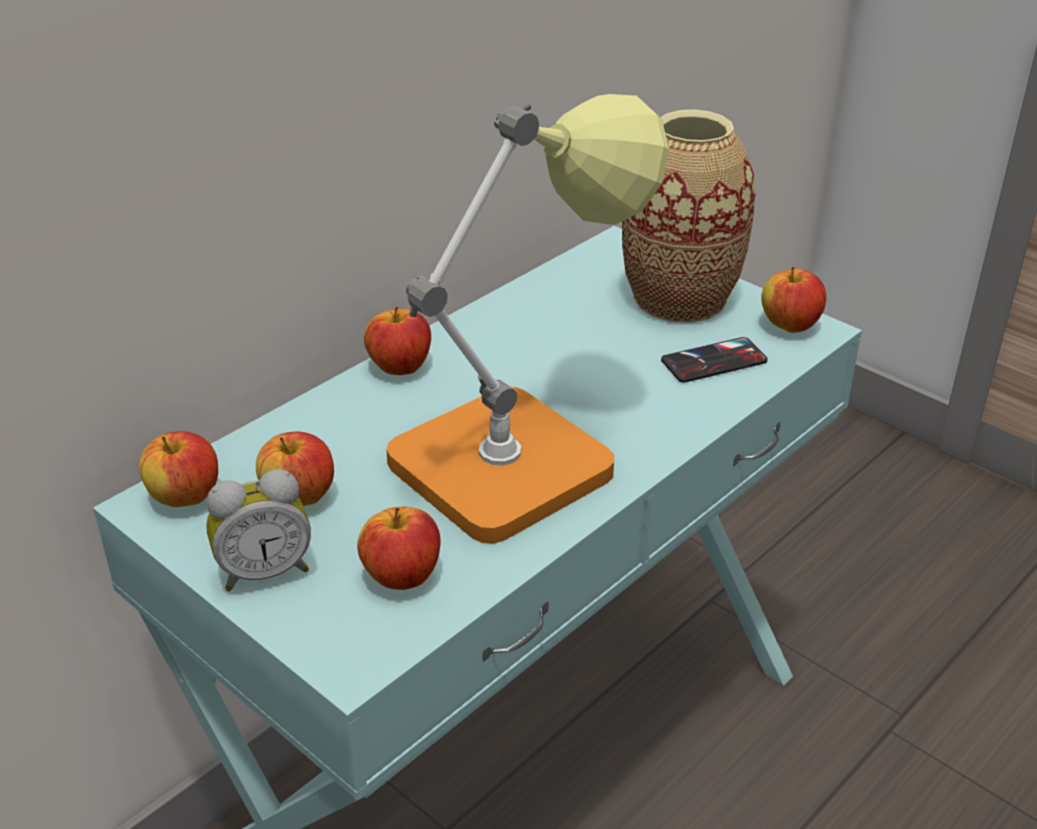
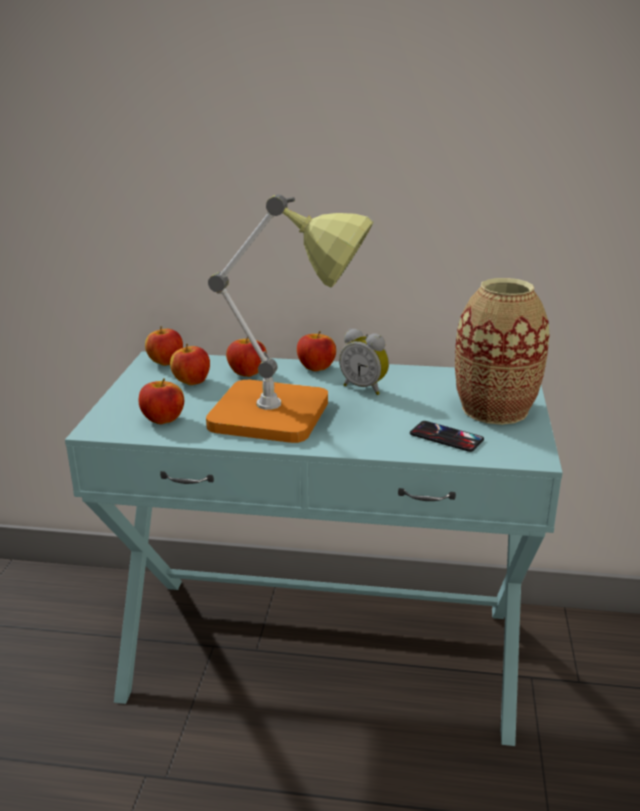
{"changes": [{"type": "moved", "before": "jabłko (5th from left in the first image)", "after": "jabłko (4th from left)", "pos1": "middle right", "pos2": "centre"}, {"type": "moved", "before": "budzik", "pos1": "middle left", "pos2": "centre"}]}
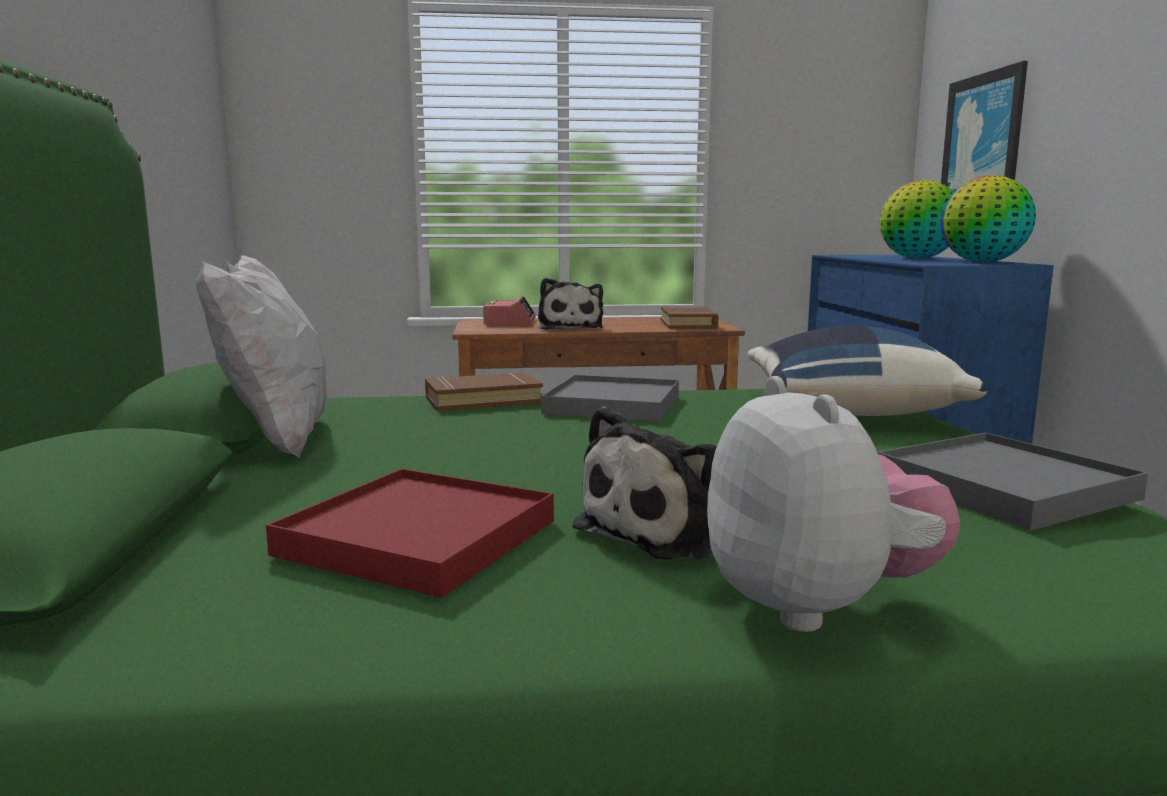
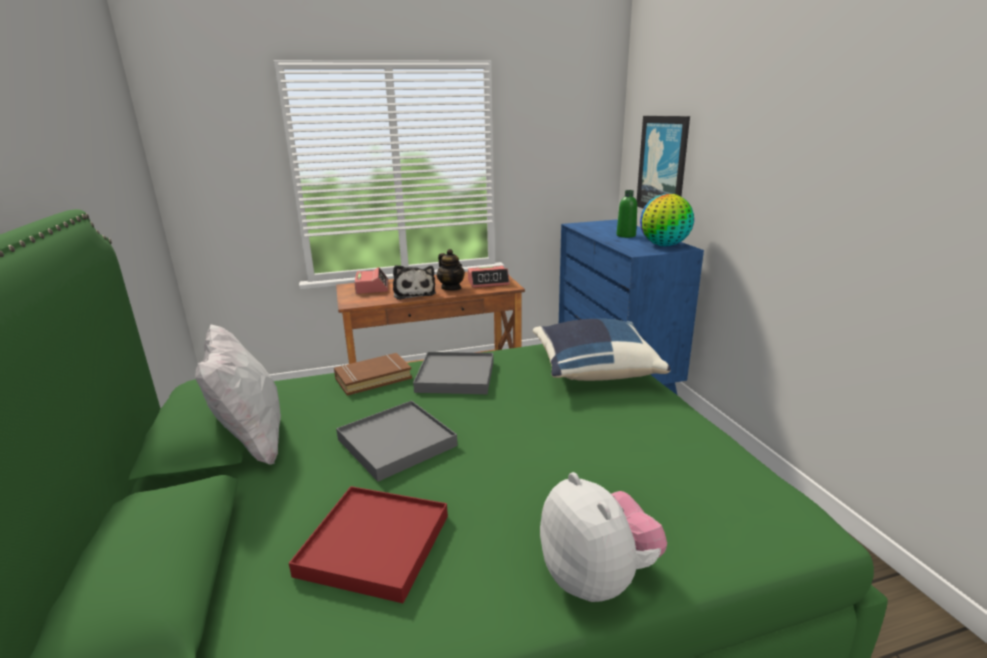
{"changes": [{"type": "replaced", "before": "globus (1st from left)", "after": "butelka [zielony]", "pos1": "top right", "pos2": "top centre"}, {"type": "replaced", "before": "książka [brązowy] (2nd from left)", "after": "budzik (2nd from left)", "pos1": "centre", "pos2": "centre"}, {"type": "removed", "before": "pluszak (2nd from left)", "pos1": "centre"}, {"type": "moved", "before": "taca [szary] (2nd from left in the first image)", "after": "taca [szary] (1st from left)", "pos1": "middle right", "pos2": "bottom centre"}, {"type": "added", "after": "imbryk", "pos2": "centre"}]}
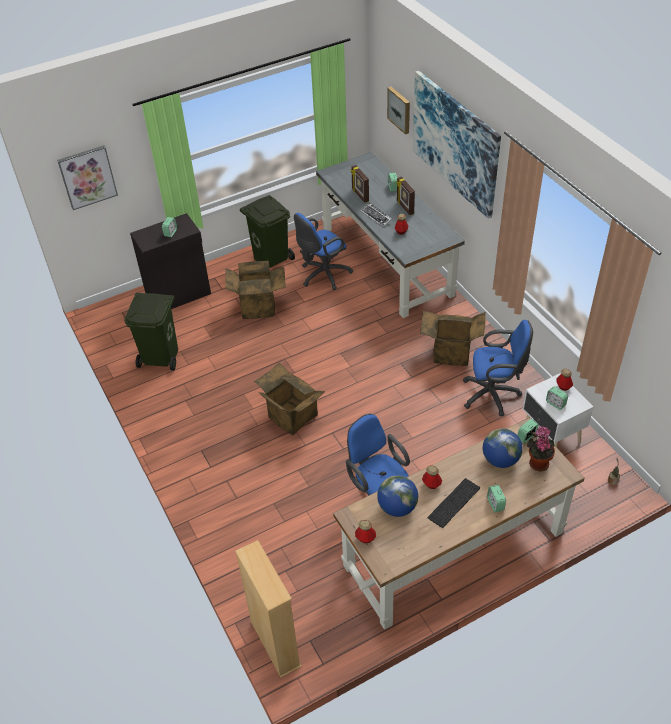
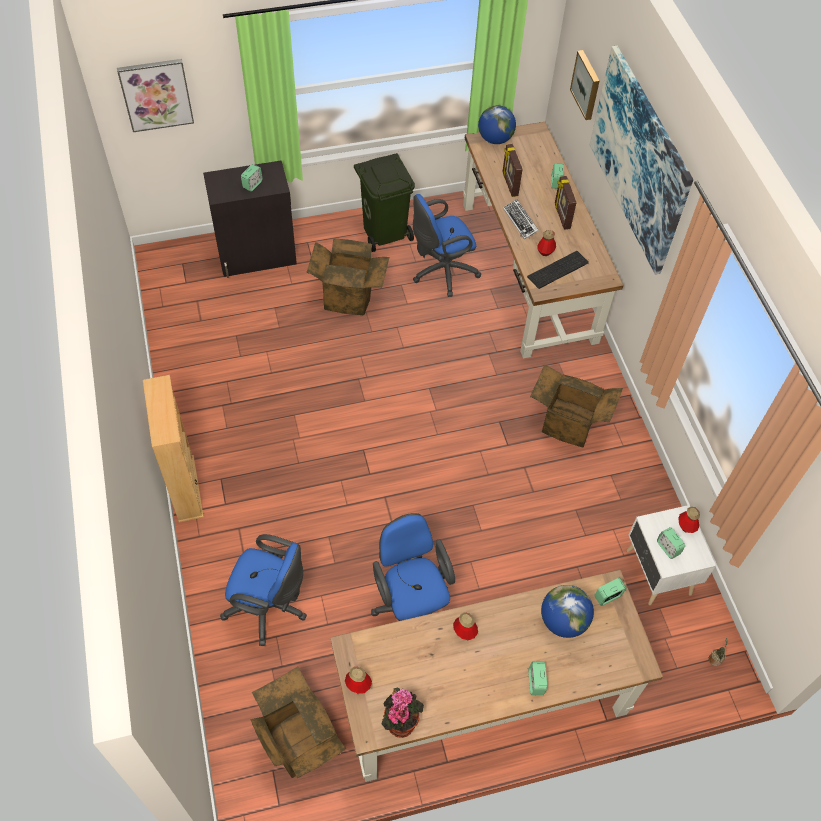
{"changes": [{"type": "recoloured", "before": "biurko [szary]", "after": "biurko [brązowy] (2nd from left)", "pos1": "top centre", "pos2": "top centre"}, {"type": "removed", "before": "kosz na śmieci [zielony] (1st from left)", "pos1": "middle left"}, {"type": "moved", "before": "krzesło biurowe [niebieski] (3rd from left in the first image)", "after": "krzesło biurowe [niebieski] (1st from left)", "pos1": "middle right", "pos2": "bottom left"}, {"type": "moved", "before": "karton (2nd from left in the first image)", "after": "karton (1st from left)", "pos1": "centre", "pos2": "bottom centre"}, {"type": "moved", "before": "roślina doniczkowa (1st from left)", "pos1": "middle right", "pos2": "bottom centre"}, {"type": "moved", "before": "globus (1st from left)", "pos1": "bottom centre", "pos2": "top centre"}, {"type": "moved", "before": "klawiatura (2nd from left)", "pos1": "bottom right", "pos2": "top right"}, {"type": "moved", "before": "regał [beżowy]", "pos1": "bottom centre", "pos2": "middle left"}]}
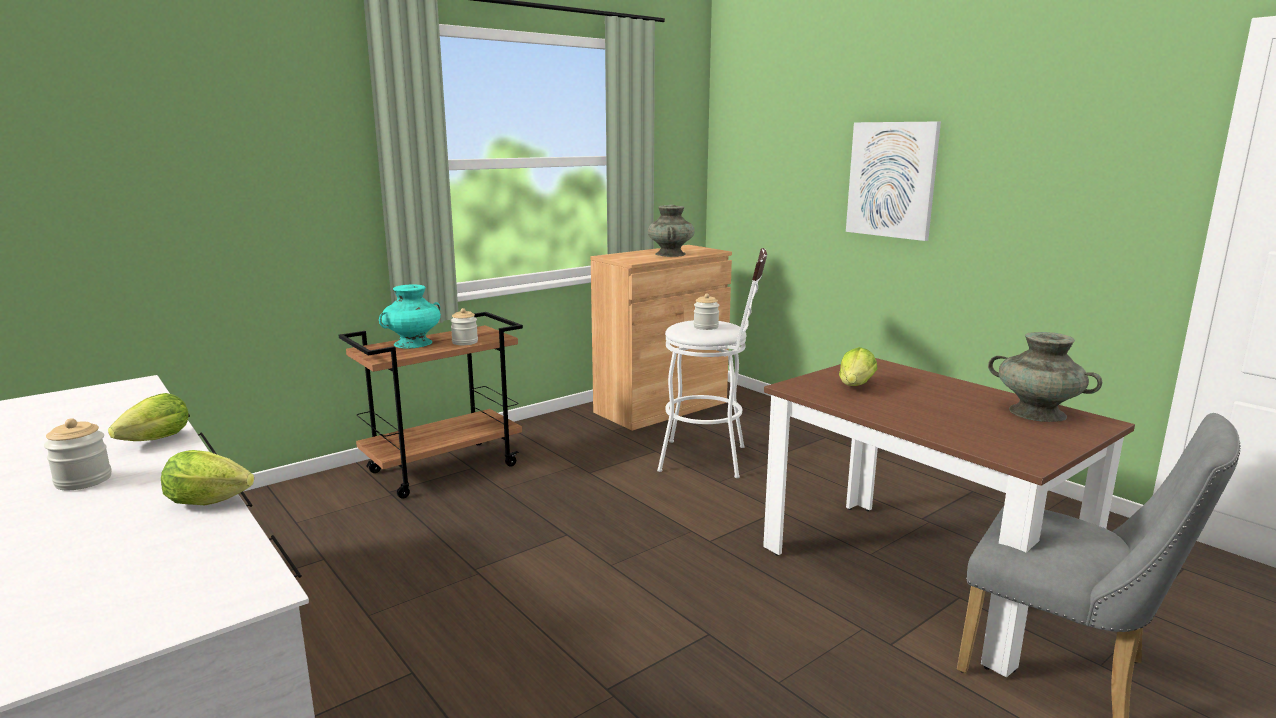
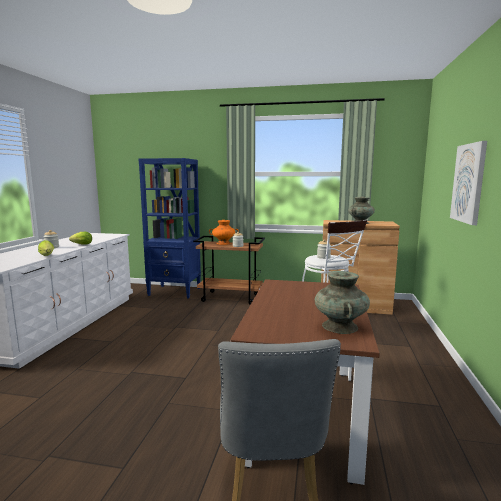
{"changes": [{"type": "recoloured", "before": "wazon [turkusowy] (1st from left)", "after": "wazon [pomarańczowy]", "pos1": "middle left", "pos2": "centre"}, {"type": "removed", "before": "sałata (3rd from left)", "pos1": "middle right"}, {"type": "added", "after": "regał [niebieski]", "pos2": "centre"}]}
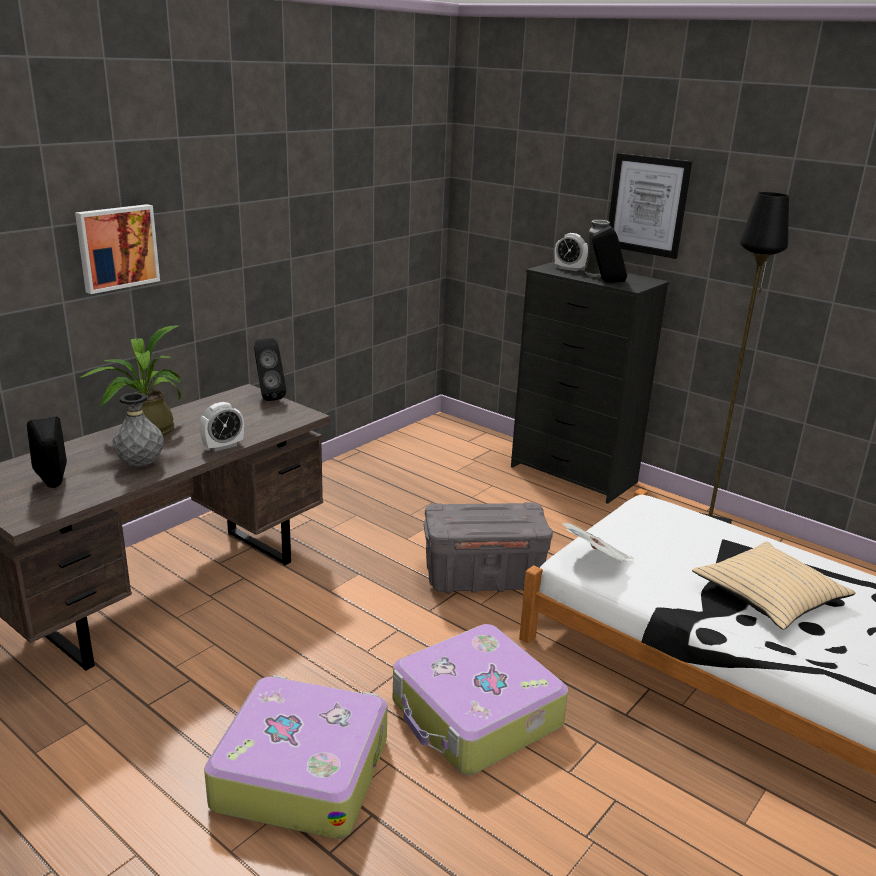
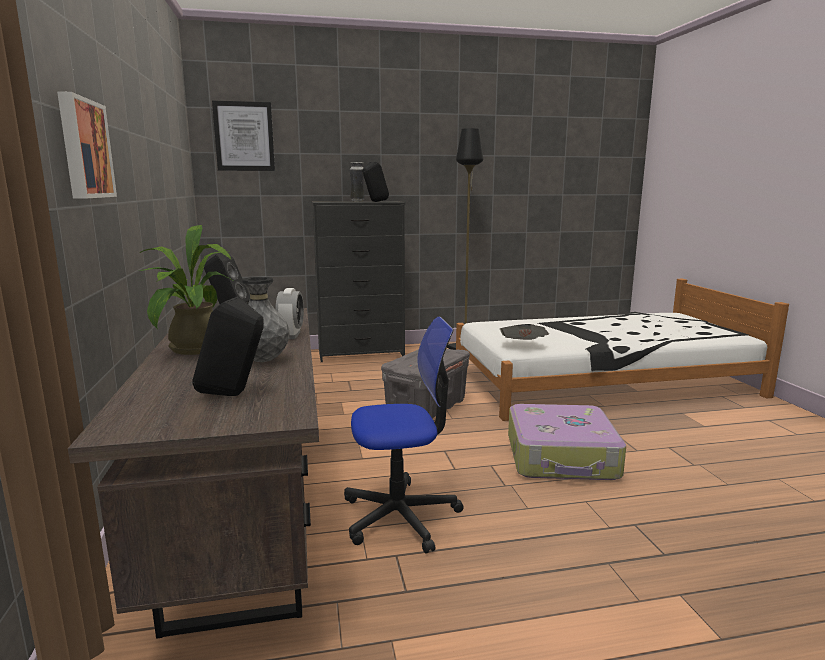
{"changes": [{"type": "moved", "before": "obraz (2nd from left)", "pos1": "top right", "pos2": "top left"}, {"type": "removed", "before": "budzik (2nd from left)", "pos1": "top centre"}, {"type": "removed", "before": "poduszka [beżowy]", "pos1": "bottom right"}, {"type": "removed", "before": "walizka (1st from left)", "pos1": "bottom centre"}, {"type": "added", "after": "krzesło biurowe", "pos2": "centre"}]}
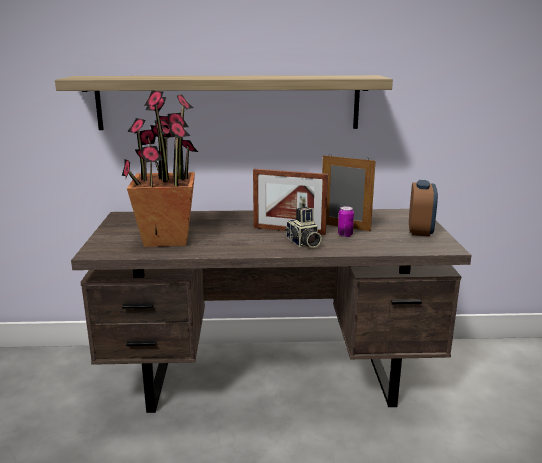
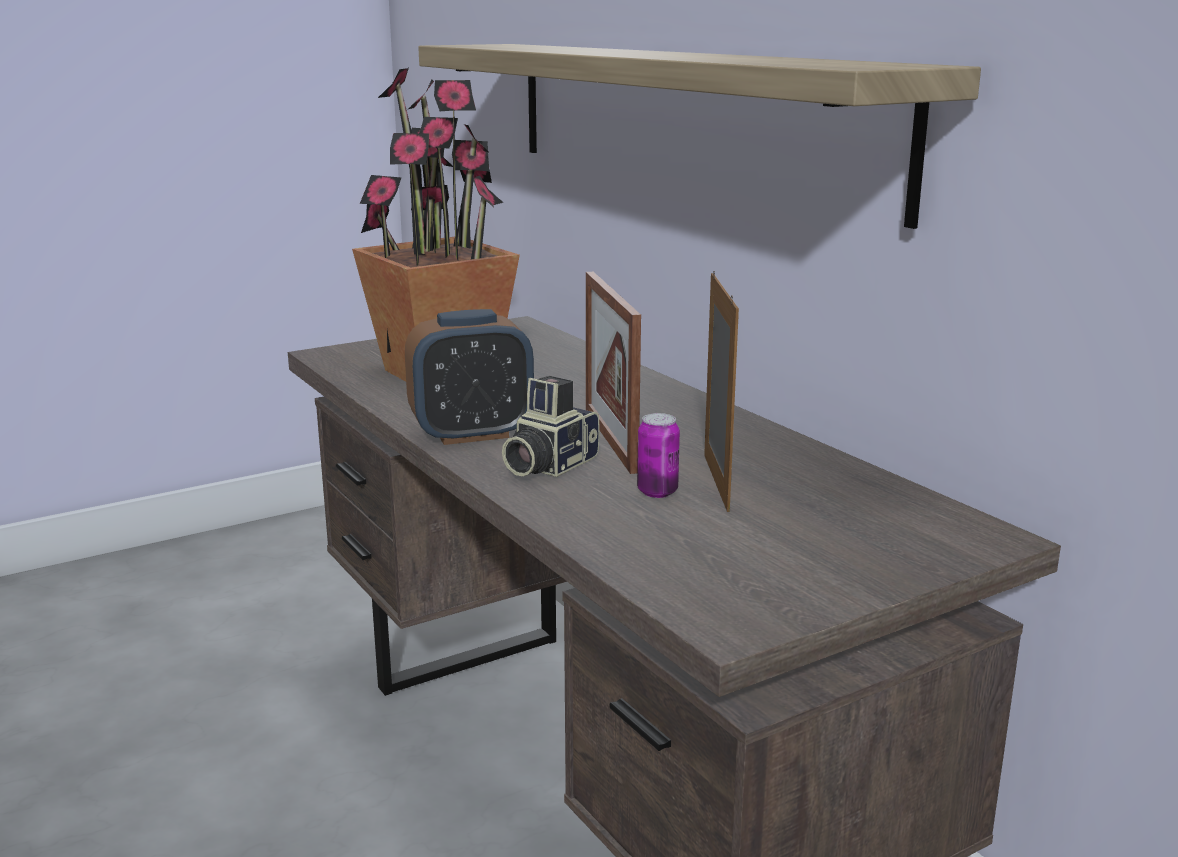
{"changes": [{"type": "moved", "before": "budzik", "pos1": "middle right", "pos2": "centre"}]}
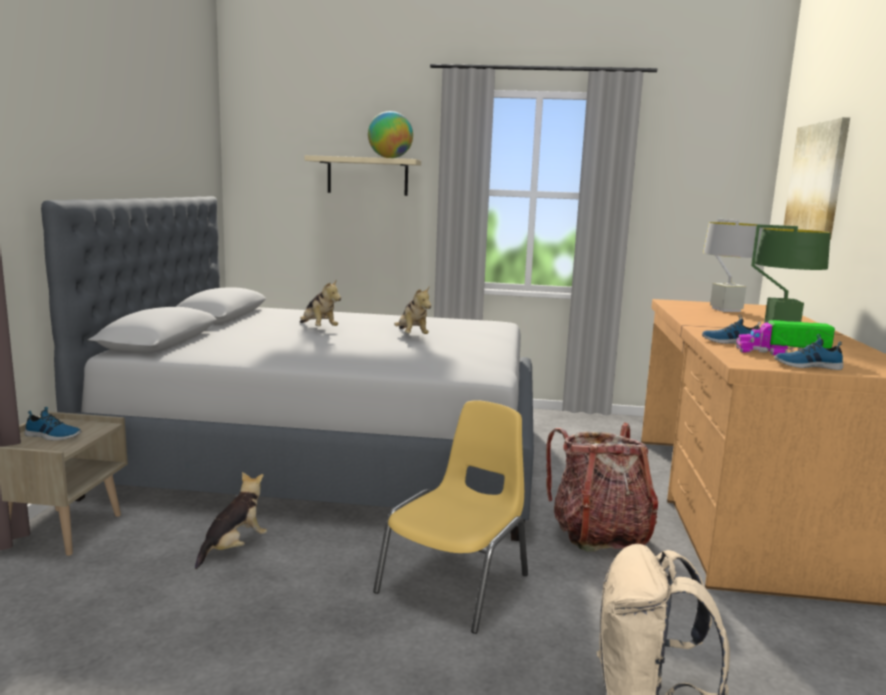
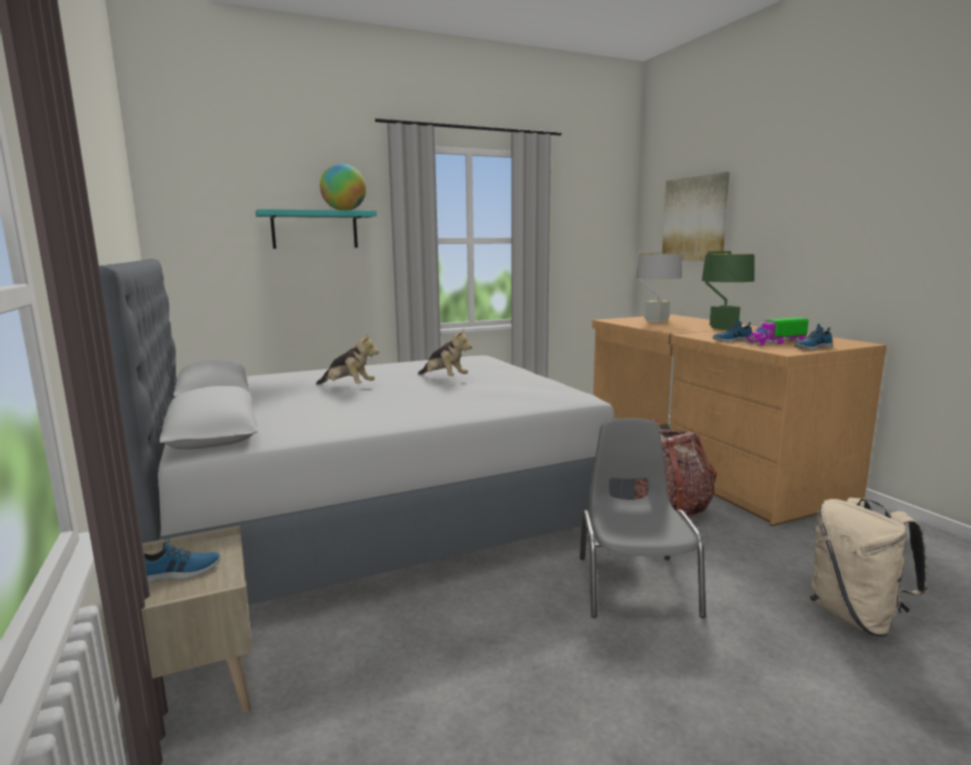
{"changes": [{"type": "recoloured", "before": "półka [beżowy]", "after": "półka [turkusowy]", "pos1": "top centre", "pos2": "top left"}, {"type": "recoloured", "before": "krzesło [żółty]", "after": "krzesło [szary]", "pos1": "bottom centre", "pos2": "bottom centre"}, {"type": "removed", "before": "pluszak (1st from left)", "pos1": "bottom left"}]}
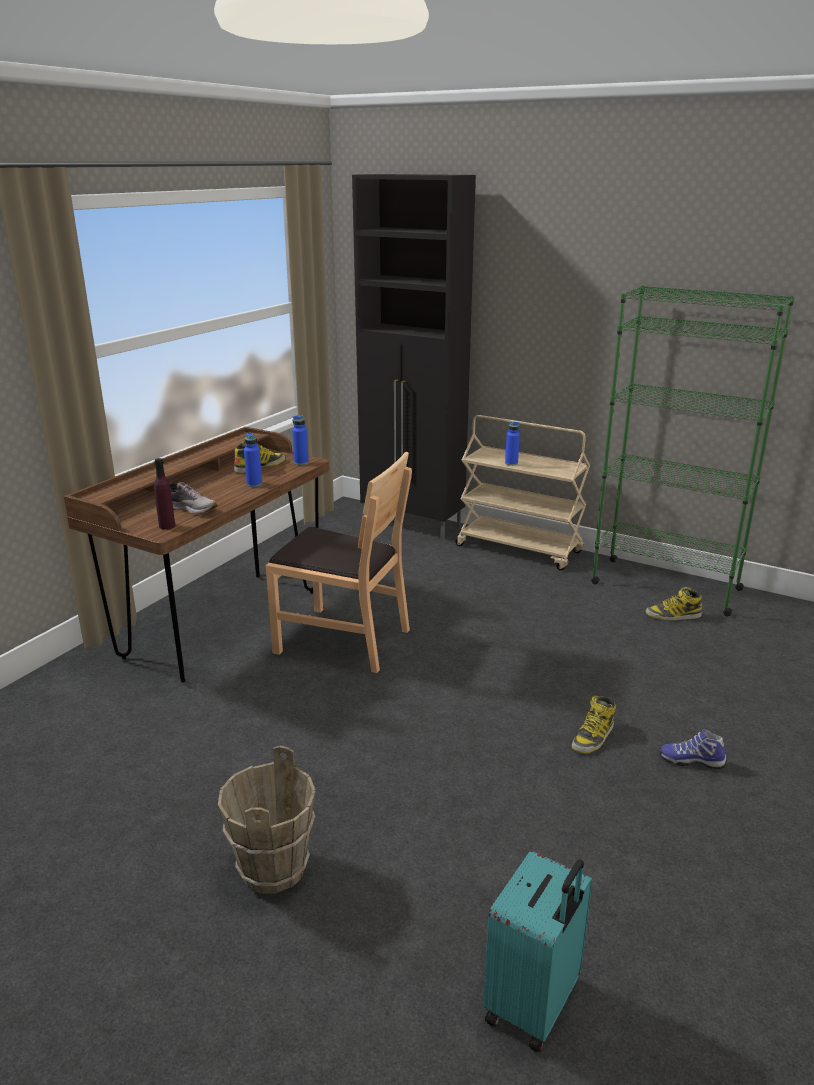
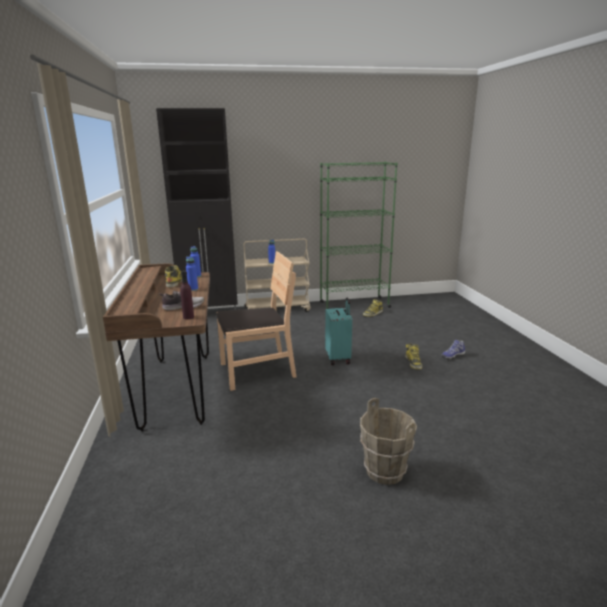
{"changes": [{"type": "moved", "before": "walizka [turkusowy]", "pos1": "bottom centre", "pos2": "centre"}]}
